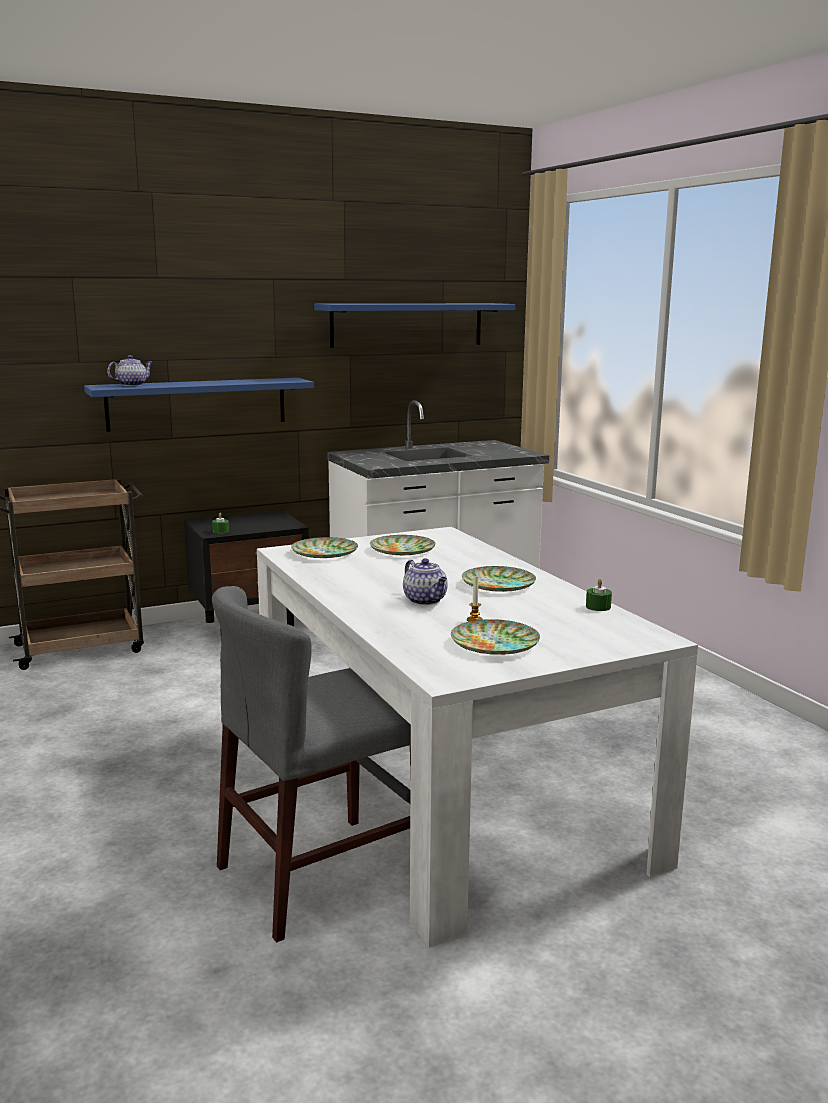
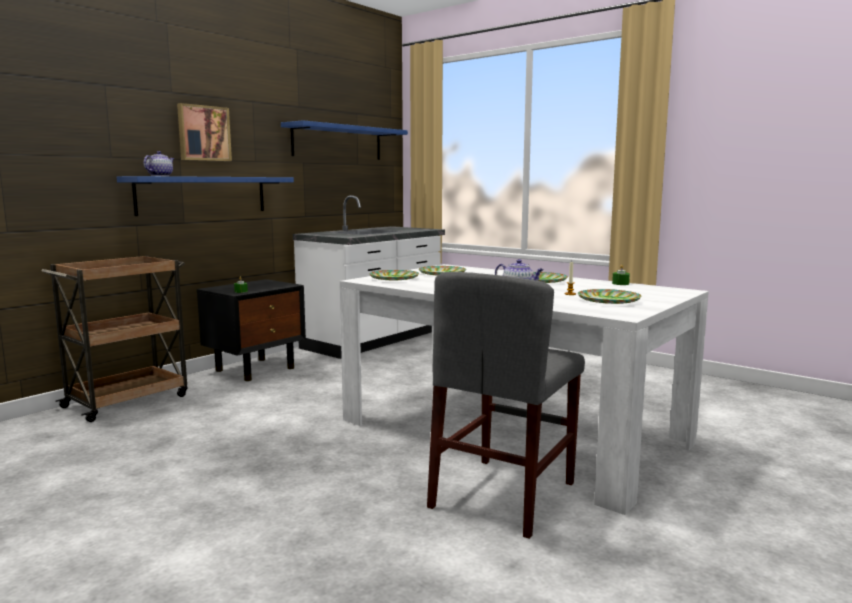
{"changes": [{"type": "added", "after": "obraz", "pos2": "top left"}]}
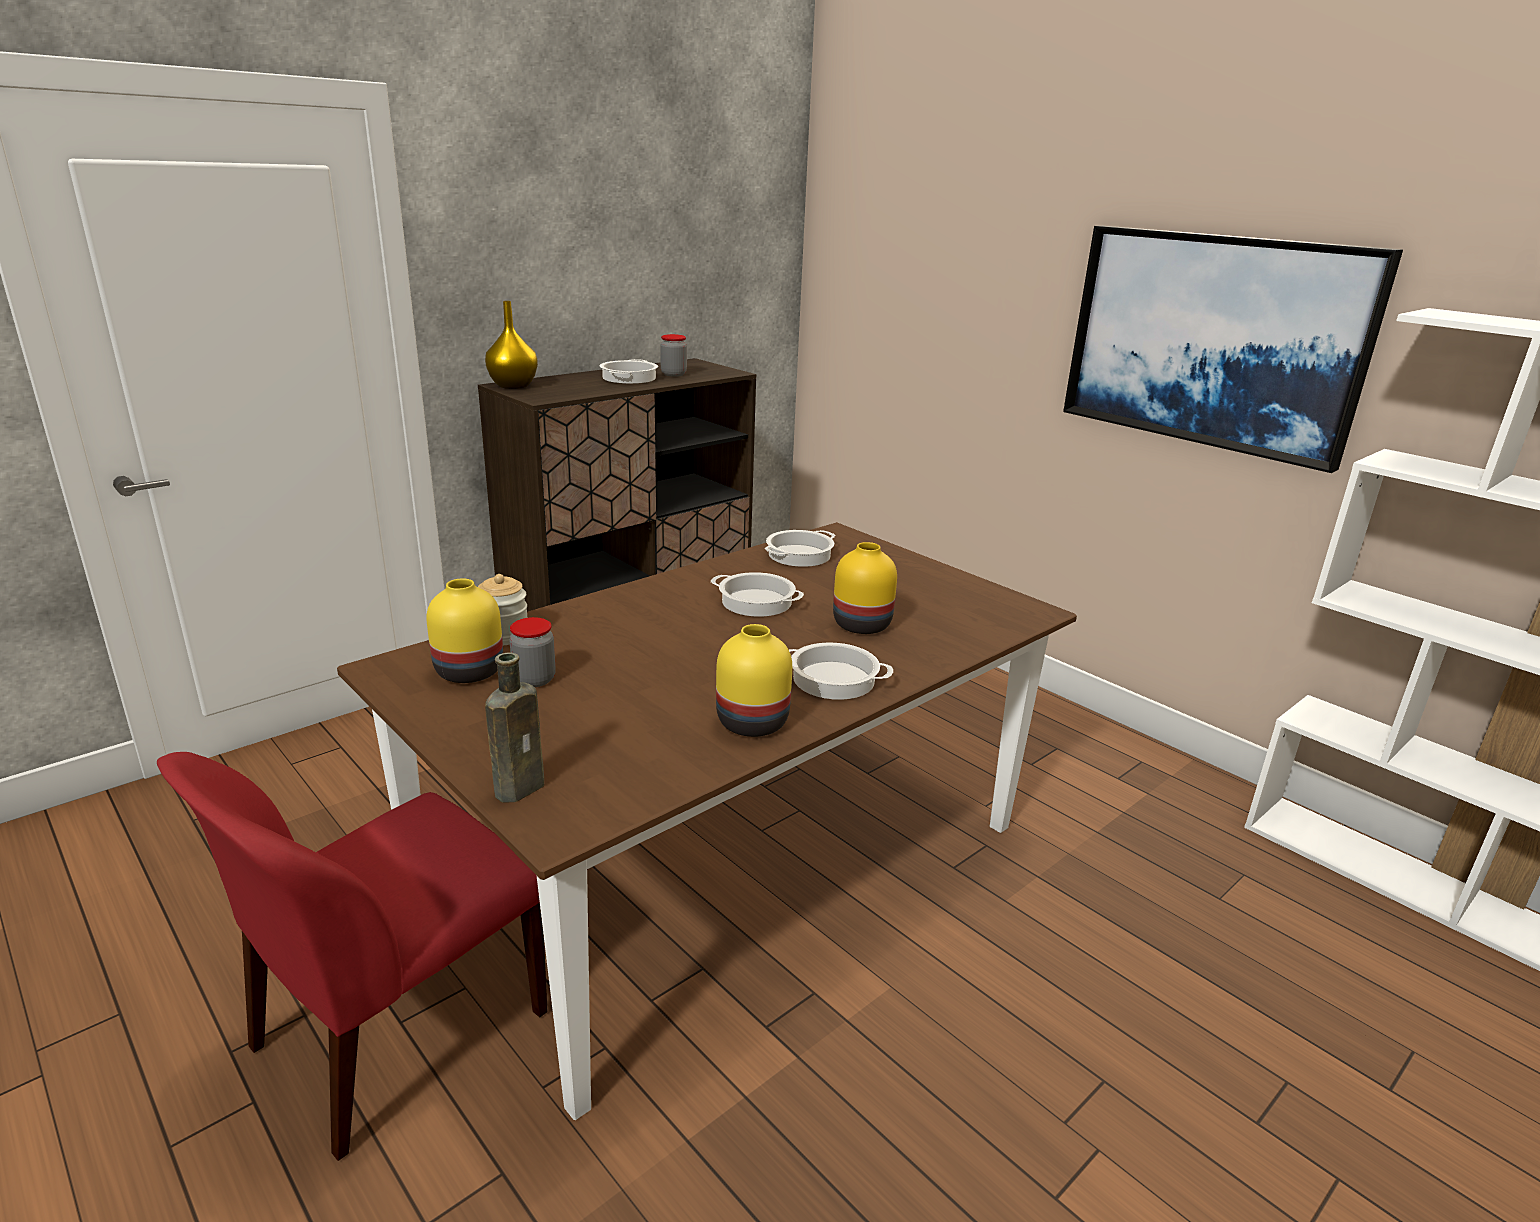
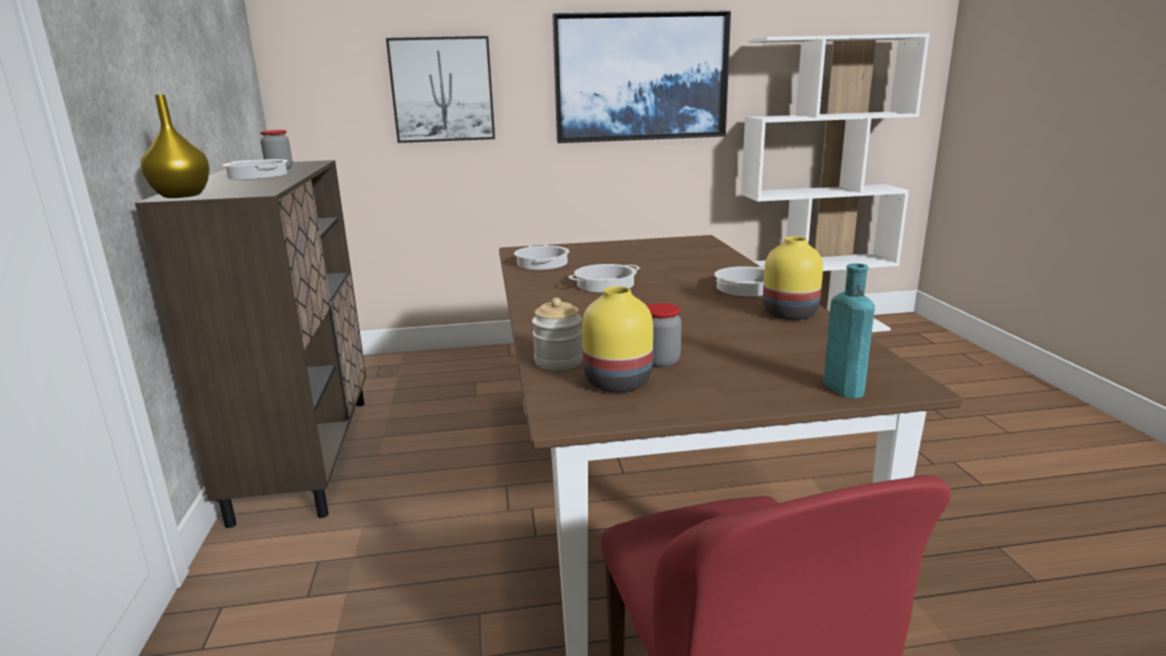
{"changes": [{"type": "removed", "before": "wazon [żółty] (4th from left)", "pos1": "centre"}, {"type": "recoloured", "before": "butelka [brązowy]", "after": "butelka [turkusowy]", "pos1": "centre", "pos2": "middle right"}, {"type": "added", "after": "obraz (1st from left)", "pos2": "top centre"}]}
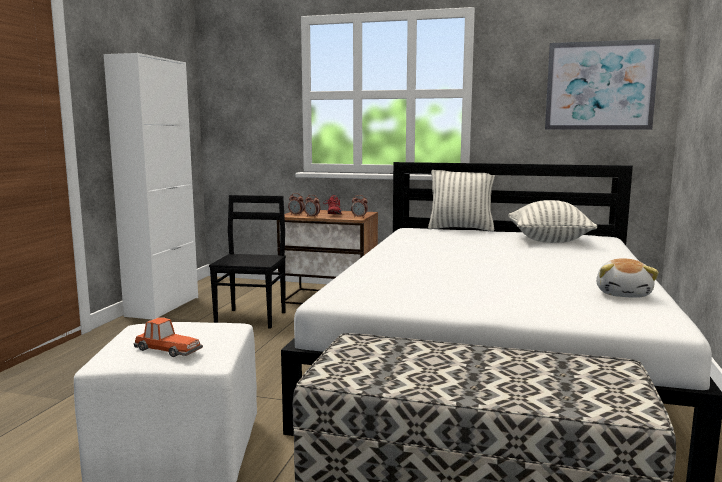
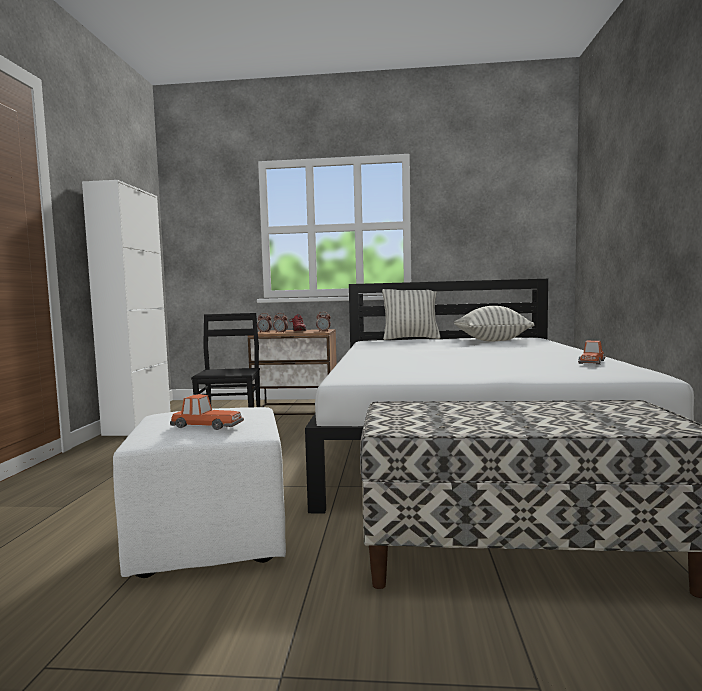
{"changes": [{"type": "removed", "before": "obraz", "pos1": "top right"}, {"type": "replaced", "before": "pluszak", "after": "samochodzik (2nd from left)", "pos1": "middle right", "pos2": "middle right"}]}
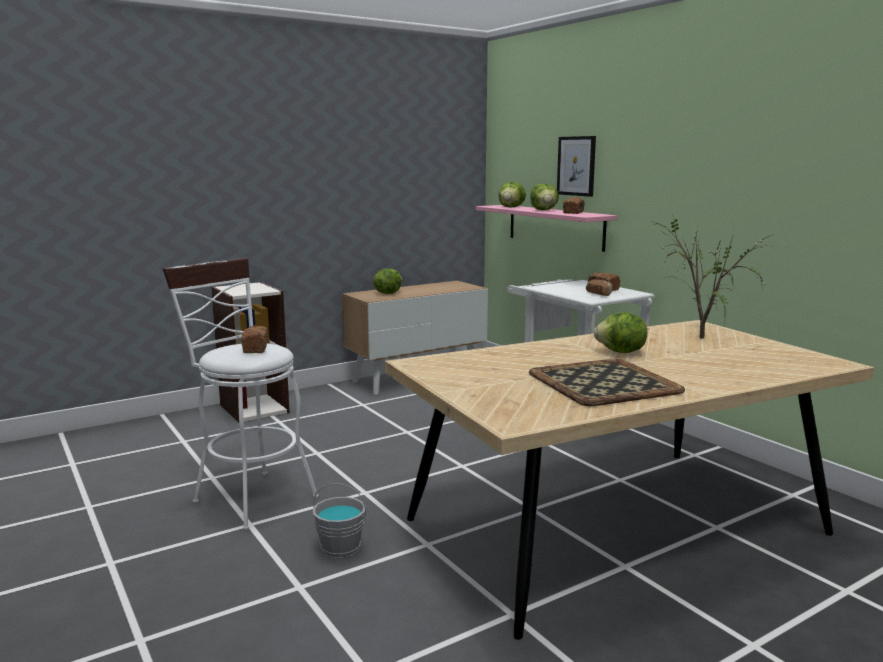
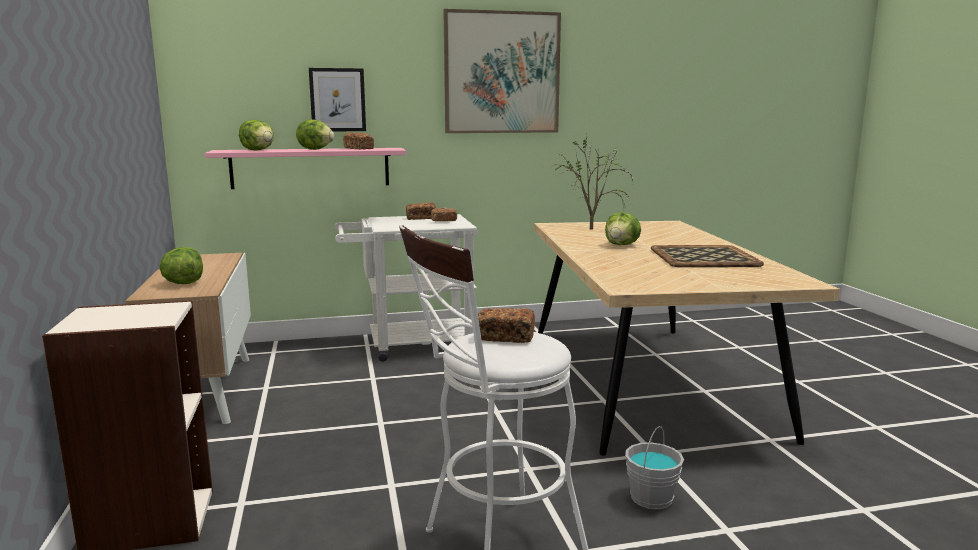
{"changes": [{"type": "added", "after": "obraz (2nd from left)", "pos2": "top centre"}]}
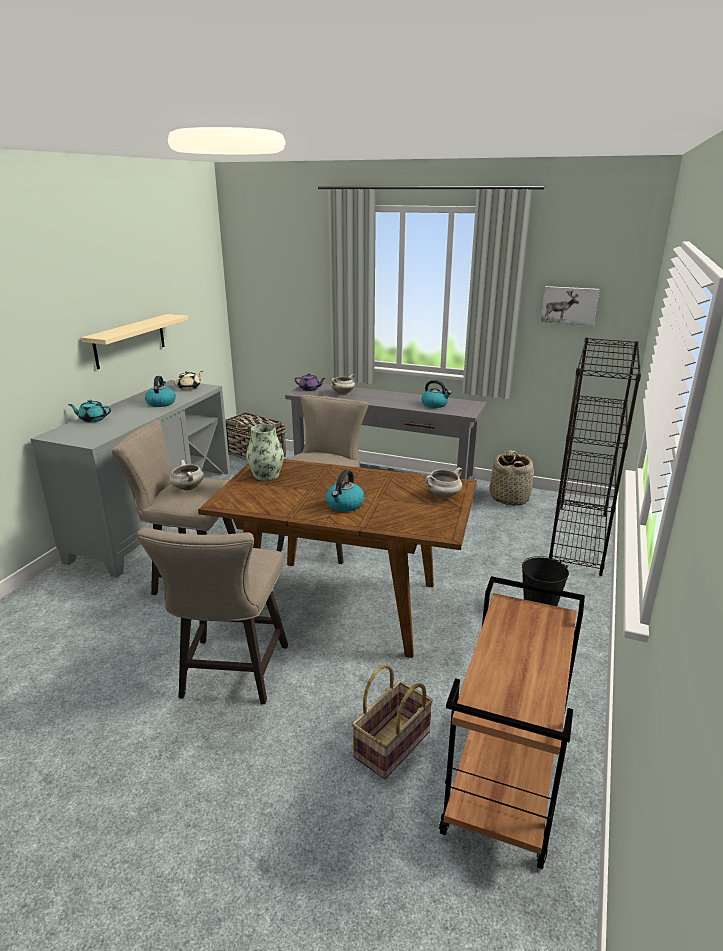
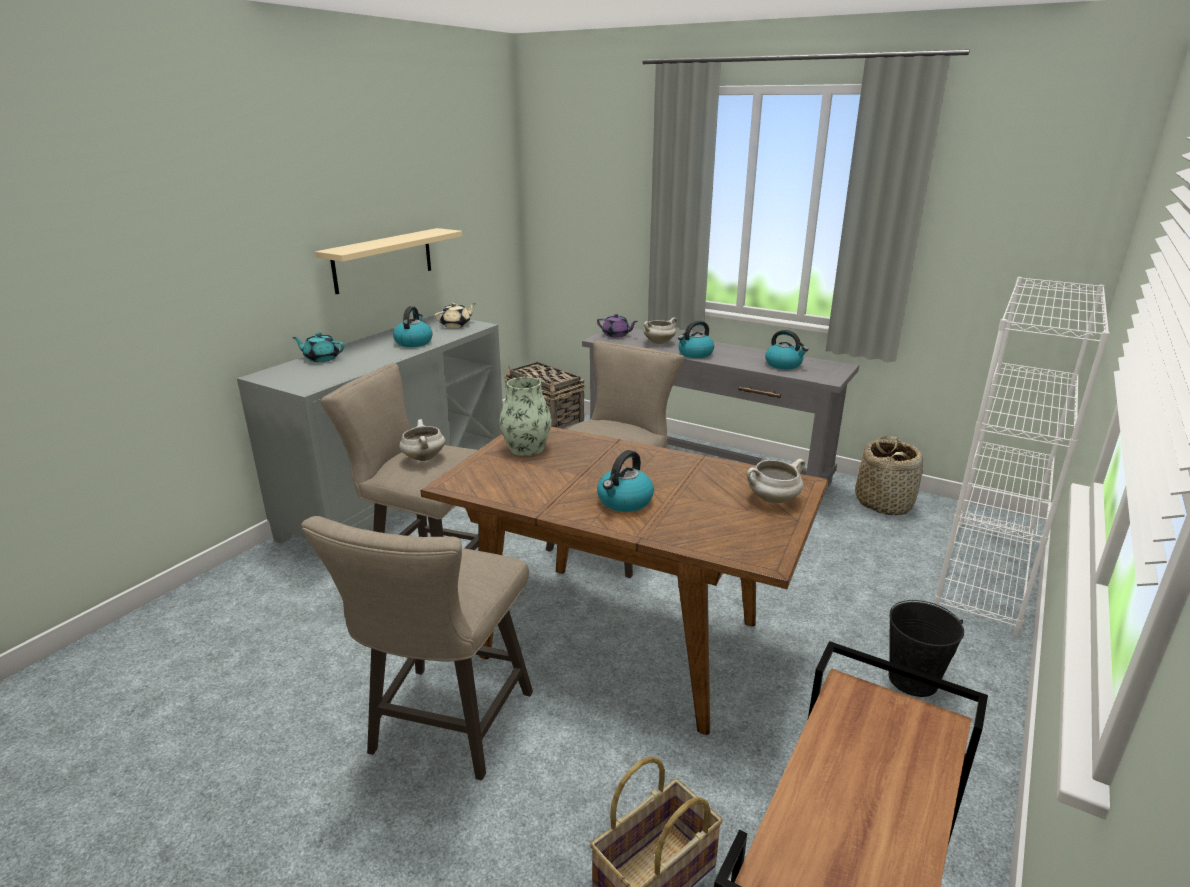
{"changes": [{"type": "removed", "before": "obraz", "pos1": "top right"}, {"type": "recoloured", "before": "regał [czarny]", "after": "regał [biały]", "pos1": "middle right", "pos2": "middle right"}, {"type": "added", "after": "czajnik (3rd from left)", "pos2": "centre"}]}
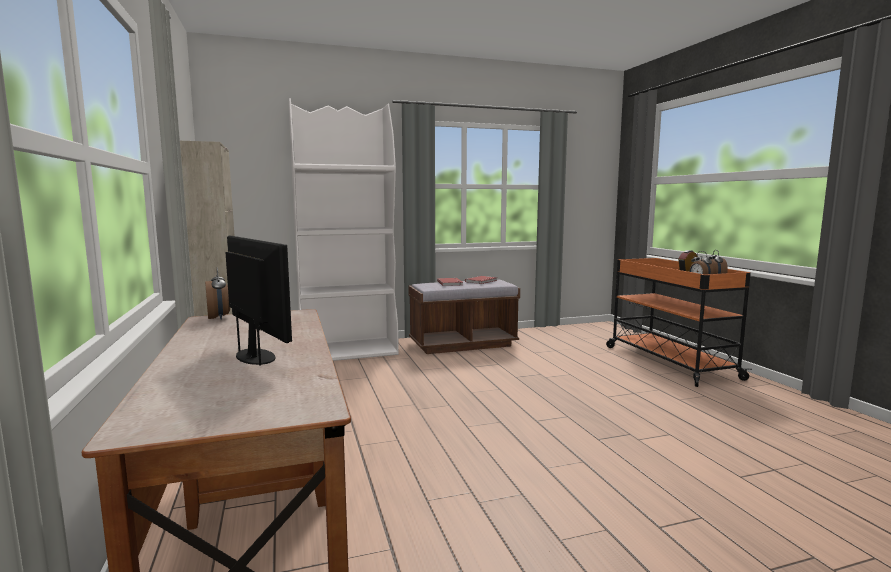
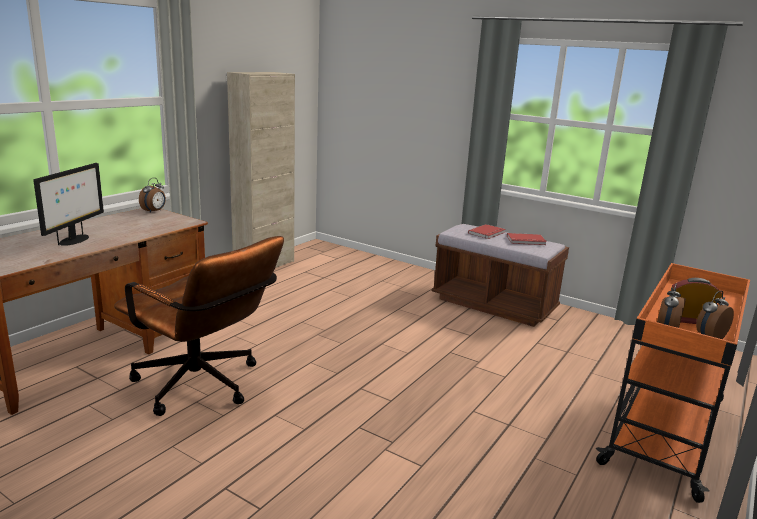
{"changes": [{"type": "removed", "before": "regał [biały]", "pos1": "centre"}, {"type": "added", "after": "krzesło biurowe [brązowy]", "pos2": "middle left"}]}
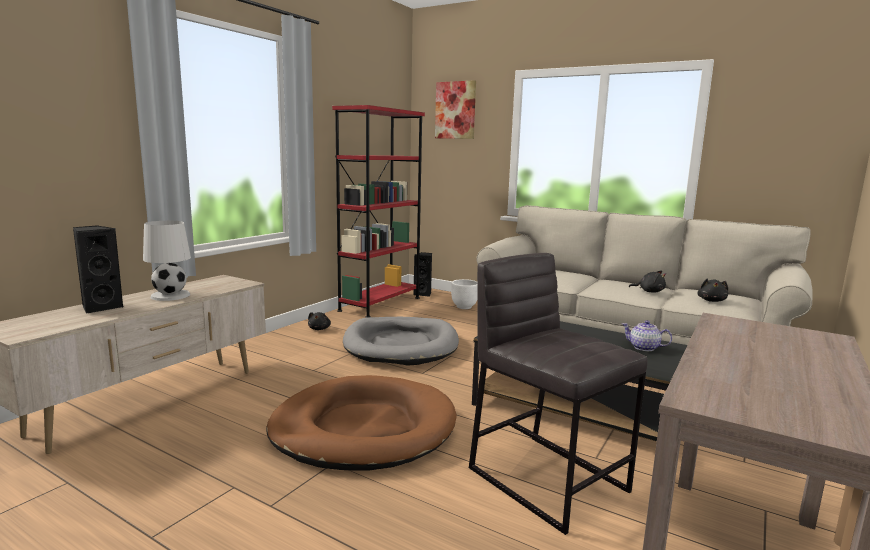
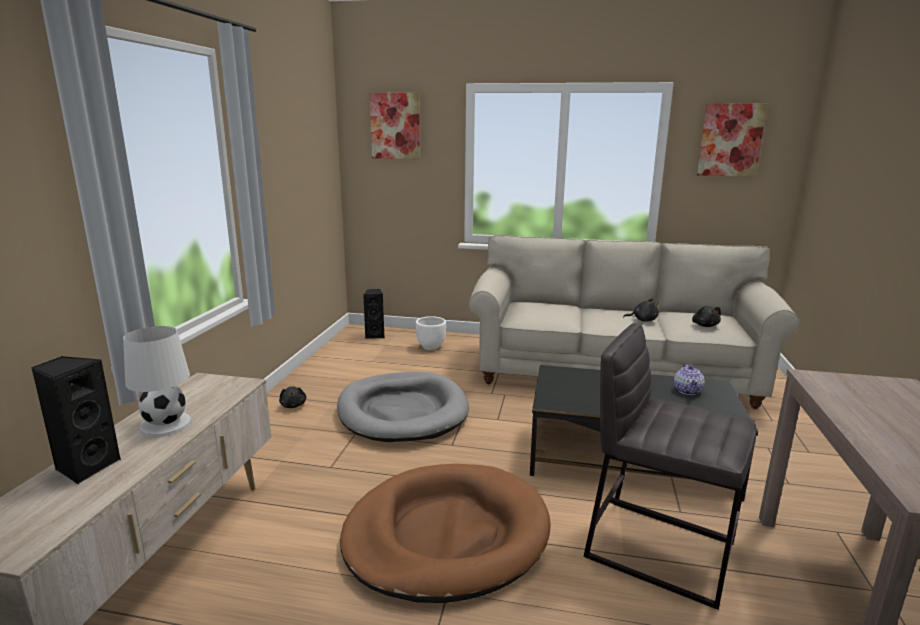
{"changes": [{"type": "removed", "before": "regał [czerwony]", "pos1": "centre"}, {"type": "turned", "before": "imbryk", "pos1": "middle right", "pos2": "middle right", "turn": -90}, {"type": "added", "after": "obraz (2nd from left)", "pos2": "top right"}]}
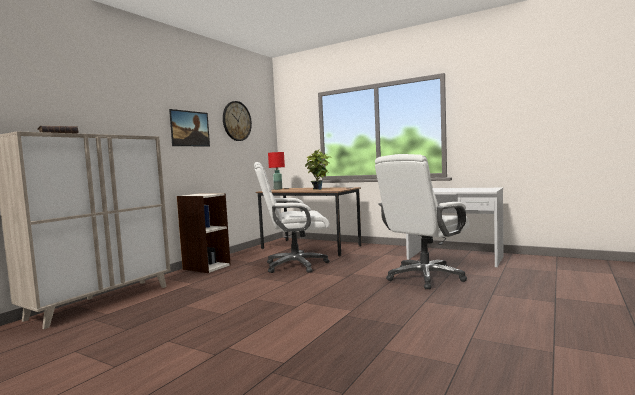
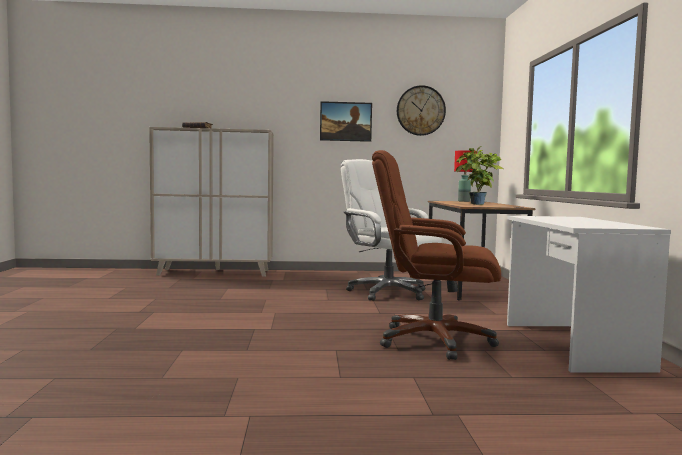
{"changes": [{"type": "recoloured", "before": "krzesło biurowe [biały] (2nd from left)", "after": "krzesło biurowe [brązowy]", "pos1": "centre", "pos2": "centre"}, {"type": "removed", "before": "regał", "pos1": "middle left"}]}
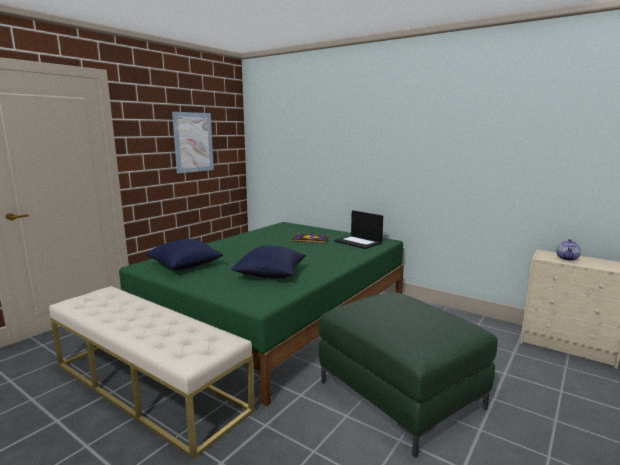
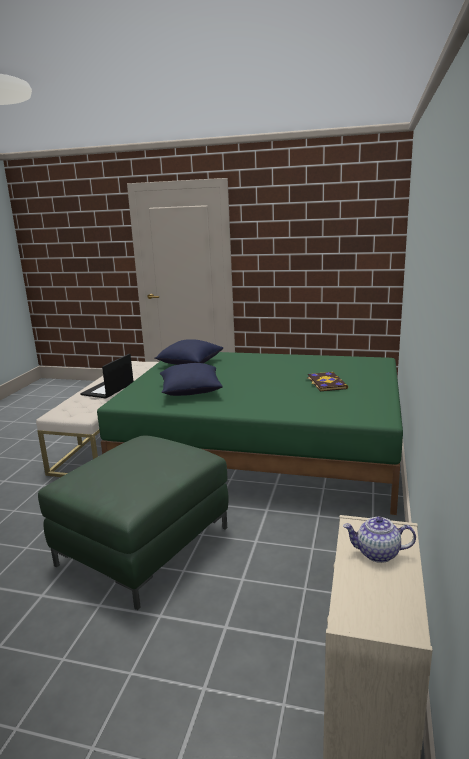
{"changes": [{"type": "removed", "before": "obraz", "pos1": "top left"}, {"type": "moved", "before": "laptop", "pos1": "centre", "pos2": "middle left"}]}
